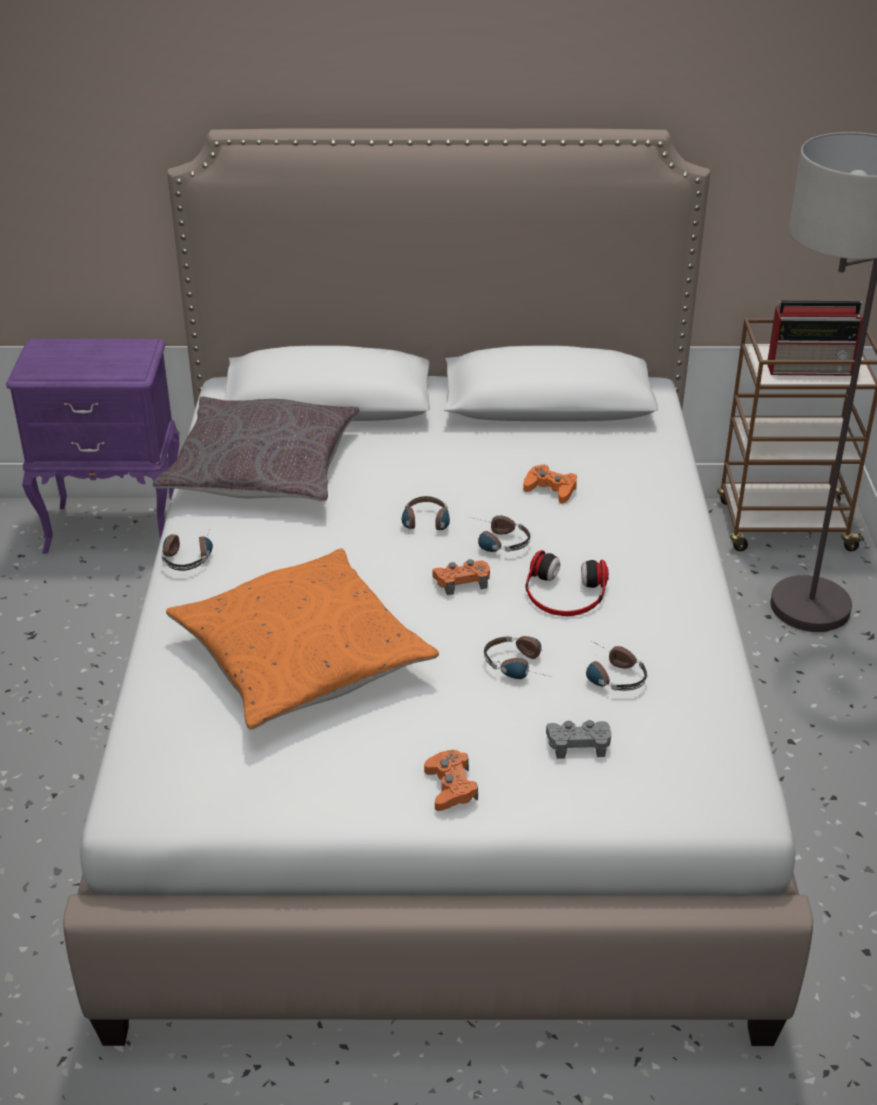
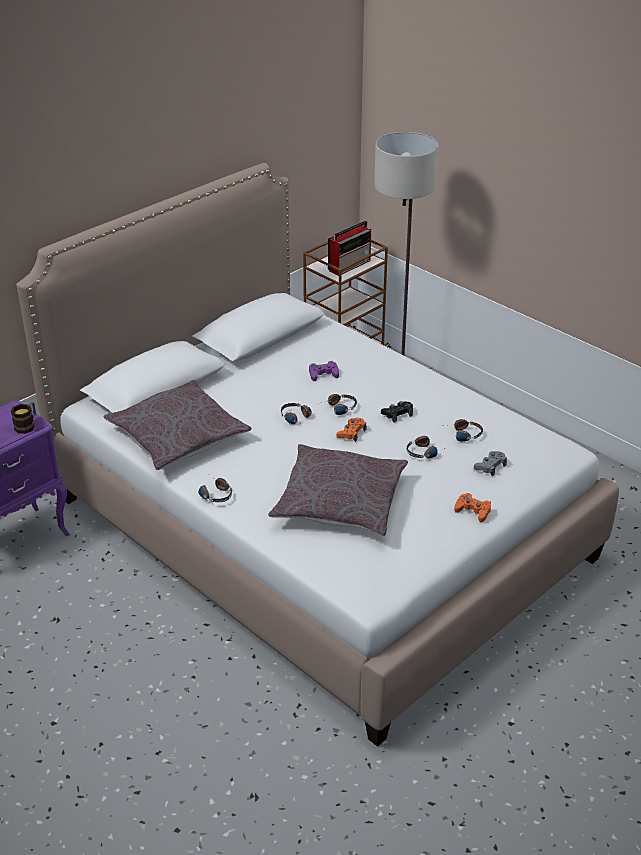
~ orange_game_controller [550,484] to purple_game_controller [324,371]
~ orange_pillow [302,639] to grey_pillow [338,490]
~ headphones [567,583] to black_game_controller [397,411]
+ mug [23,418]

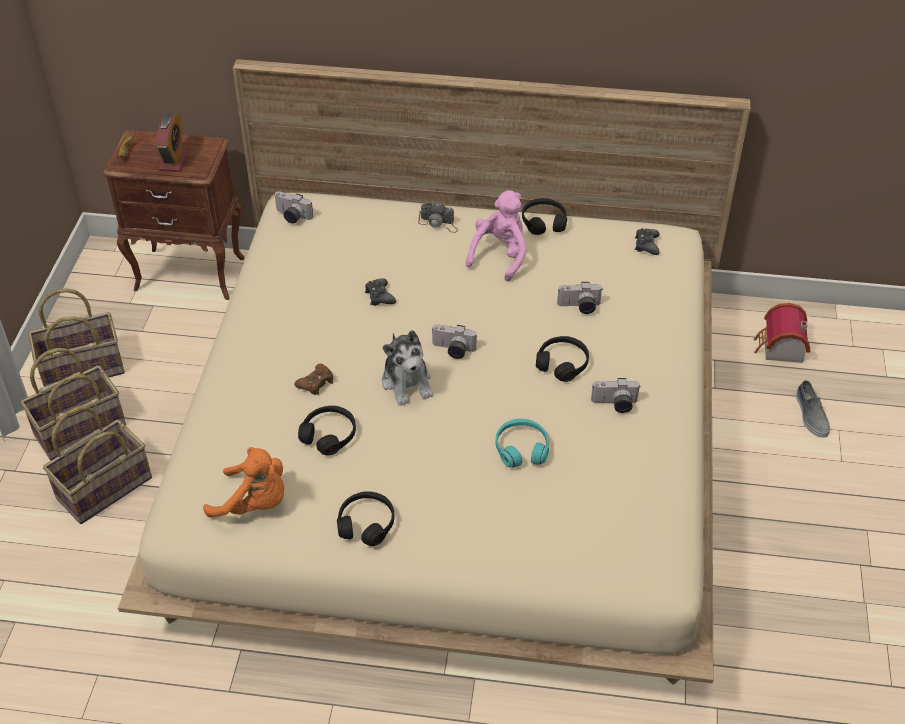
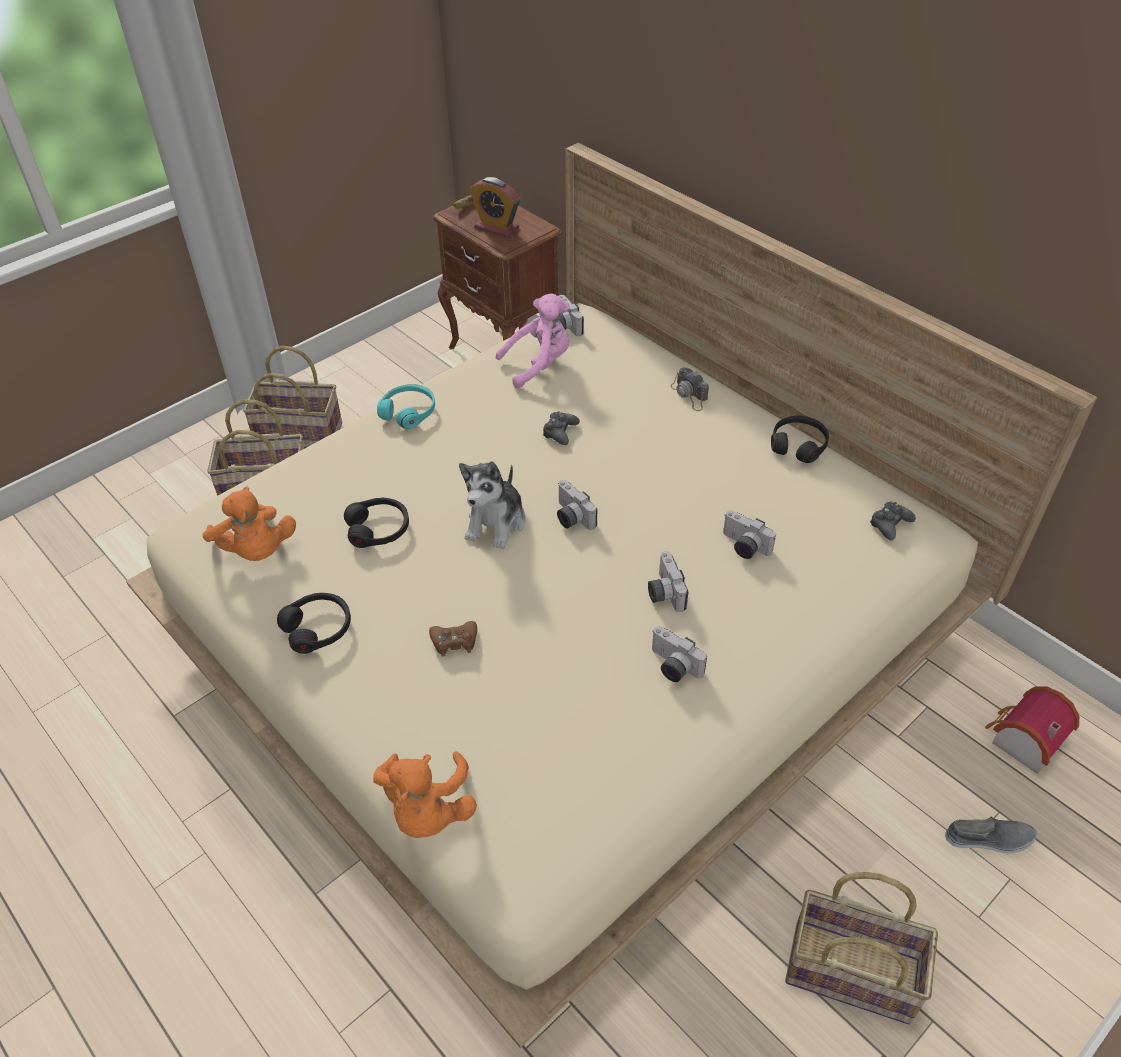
~ alarm_clock [172,143] = [494,207] 75 degrees clockwise
~ pink_plush_toy [496,236] to [533,341]
~ basket [76,337] to [861,948]
~ black_headphones [562,359] to photo_camera [668,581]
~ brown_game_controller [314,379] to [453,639]
~ grey_shoe [813,409] = [991,835] 120 degrees counterclockwise
~ turquoise_headphones [522,443] to [406,406]
+ orange_plush_toy [425,794]

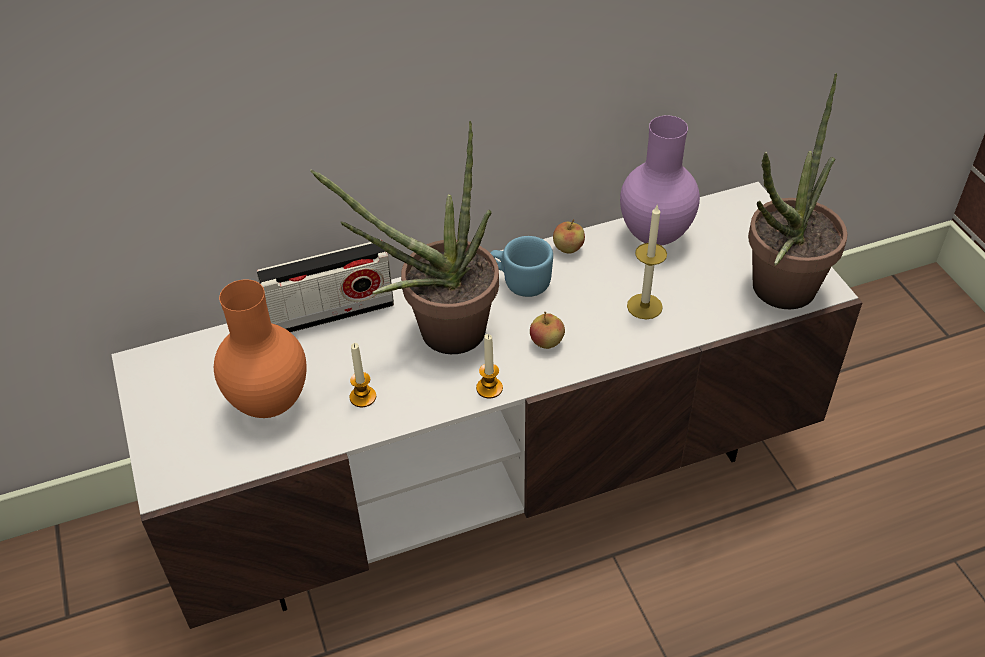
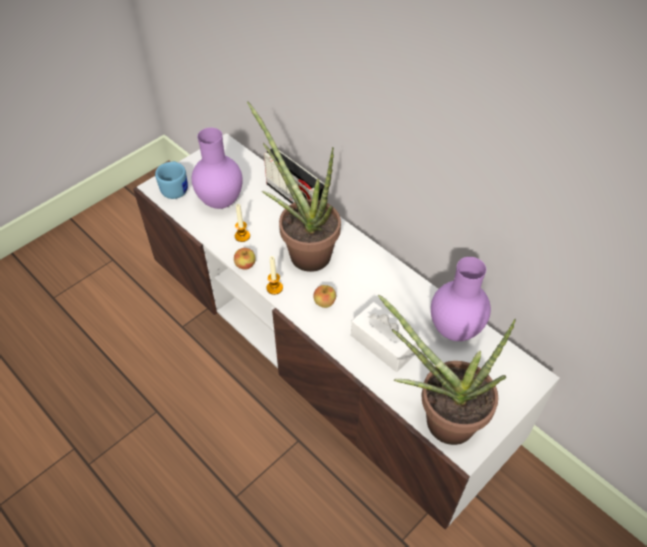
~ candle [647,262] to white_tissue_box [386,337]
~ apple [569,236] to [245,259]
~ blue_mug [522,266] to [171,180]
~ orange_vase [260,348] to purple_vase [217,168]

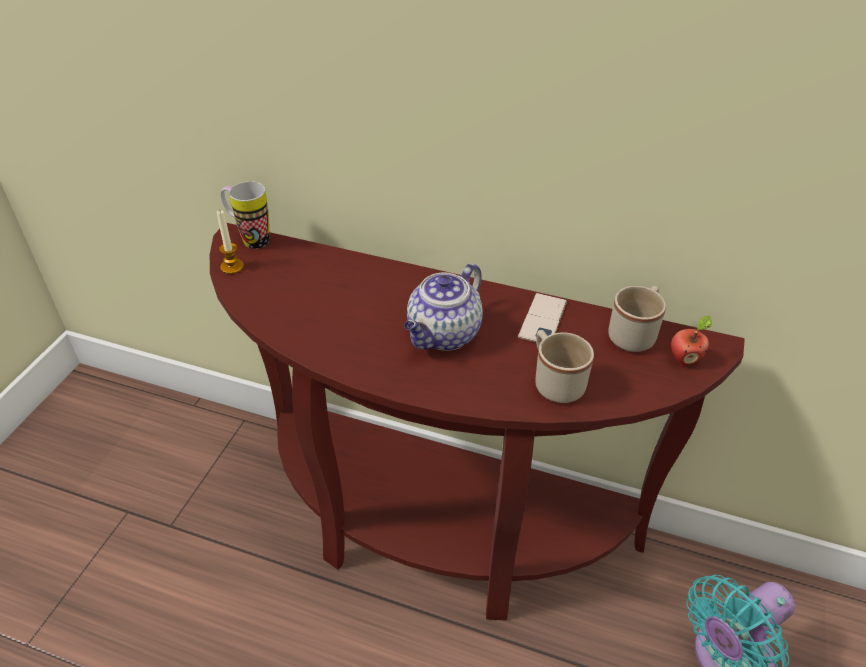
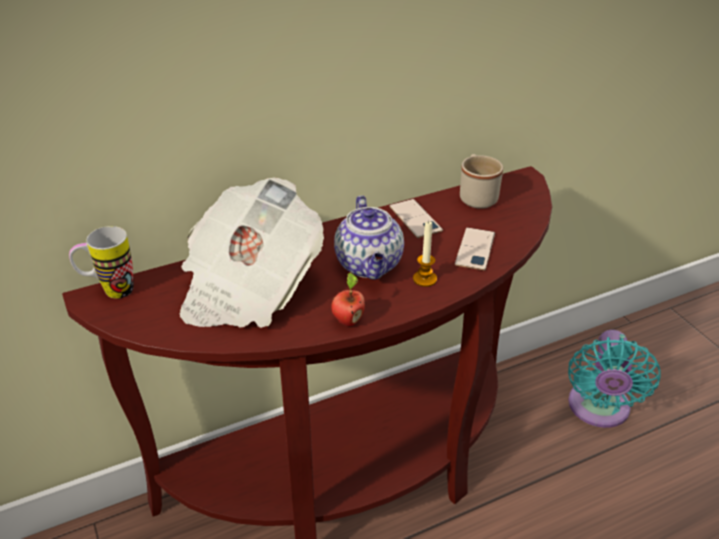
~ candle [230,241] to [425,254]
~ apple [691,340] to [348,299]
~ beige_mug [565,366] to phone [475,249]
+ newspaper [252,253]

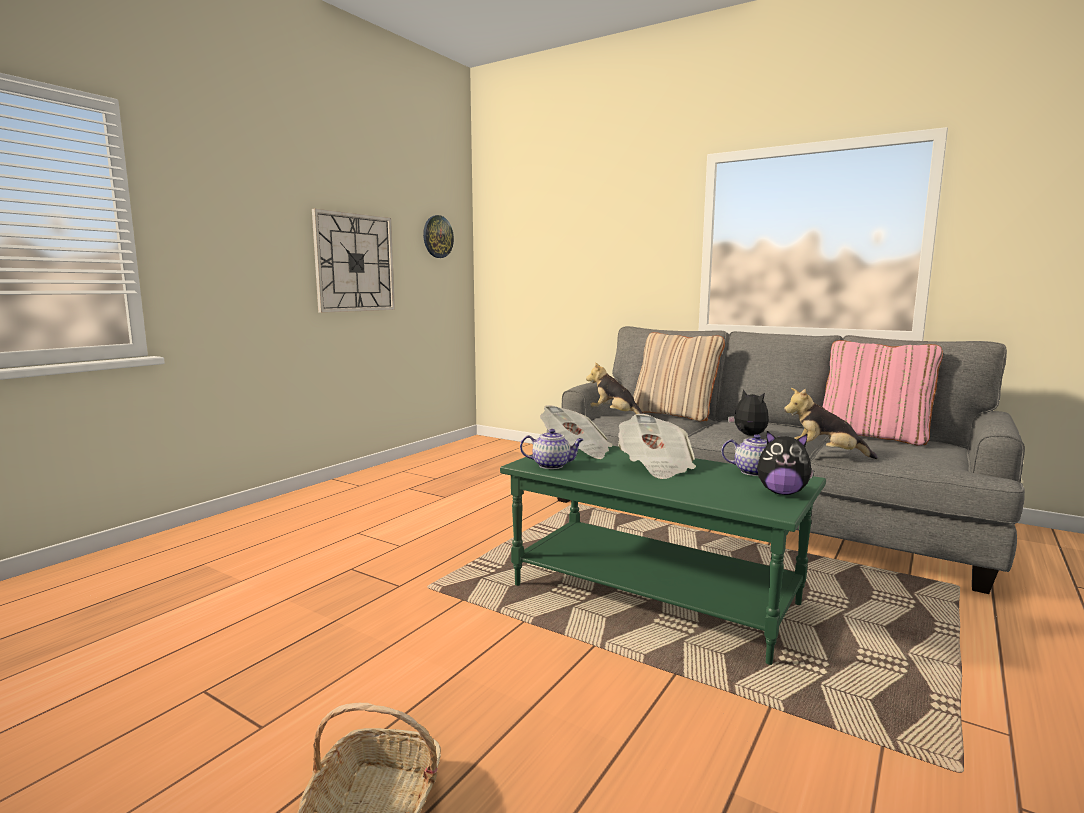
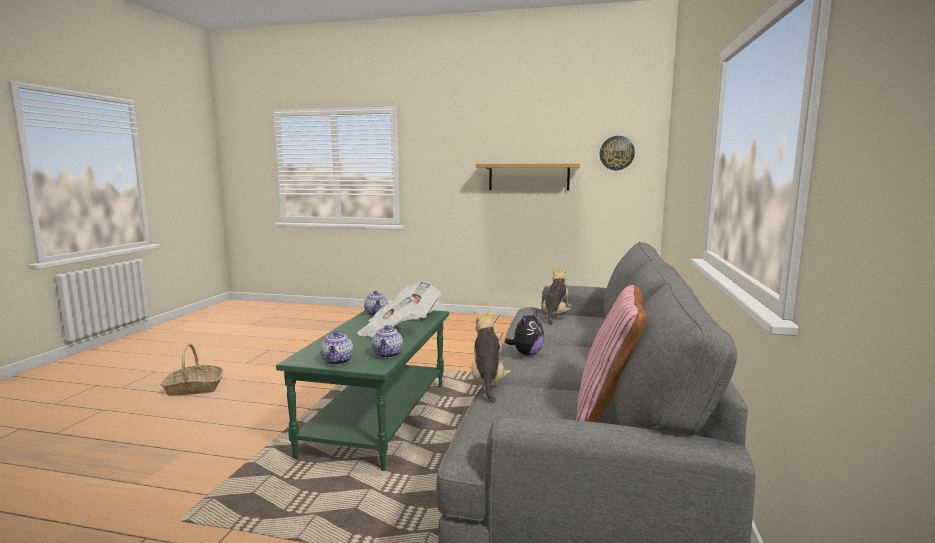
~ wall_clock [353,261] to shelf [528,177]
- beige_pillow [679,376]
~ plush_toy [786,463] to teapot [337,348]

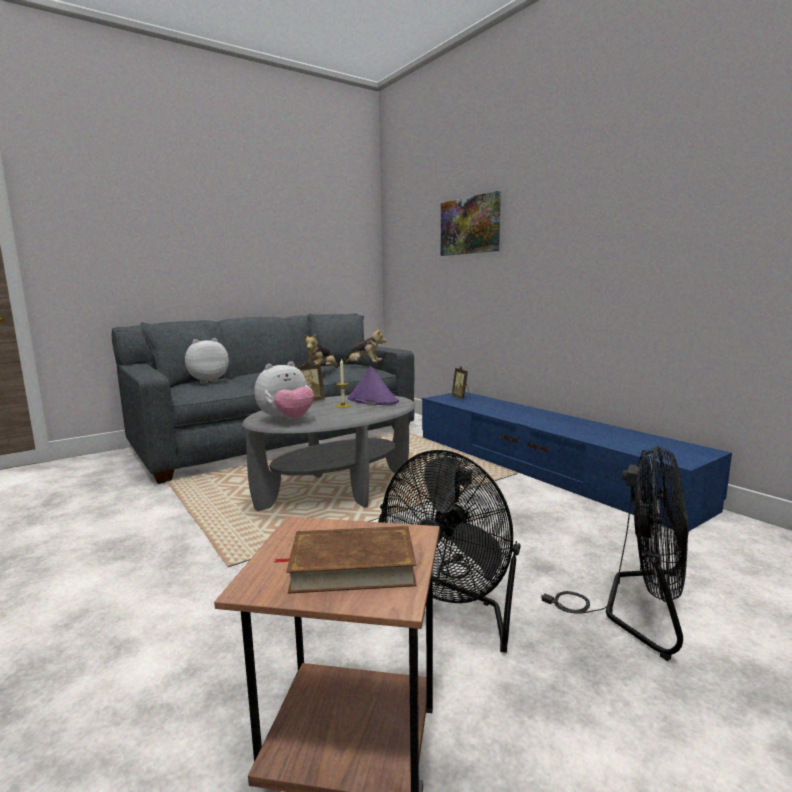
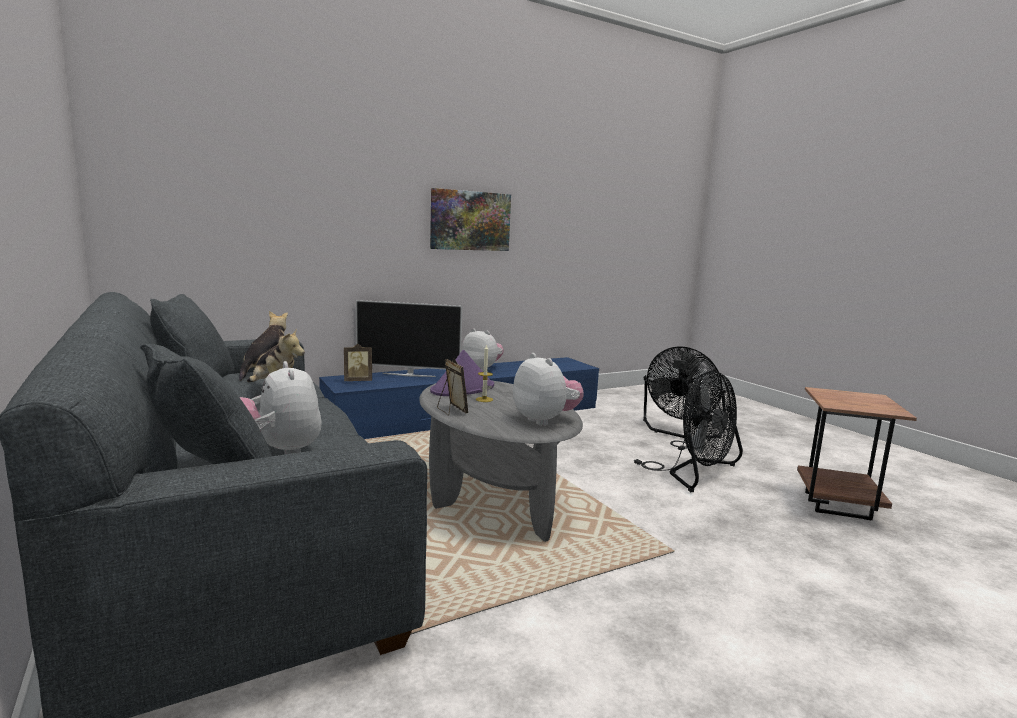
~ picture [471,223] to [470,219]
- brown_book [345,559]
+ television [409,338]
+ plush_toy [483,350]

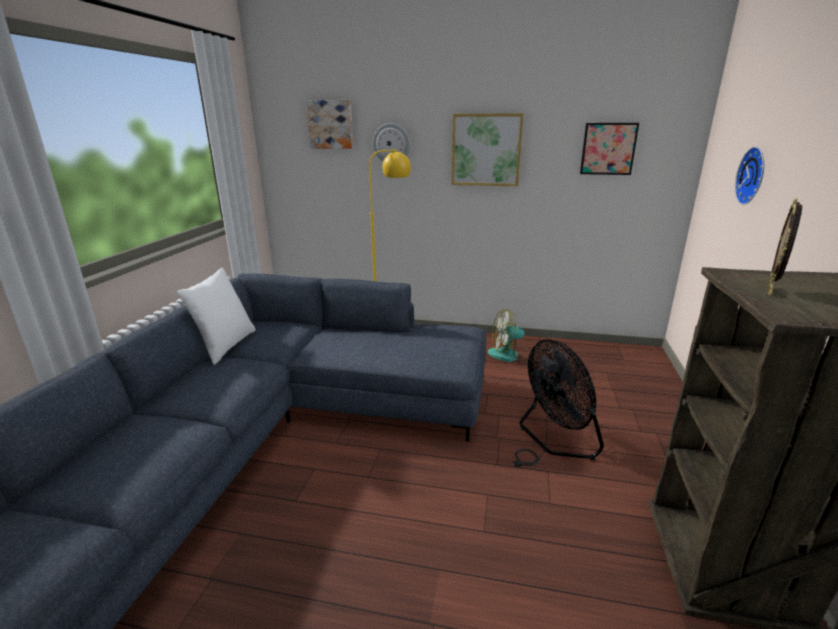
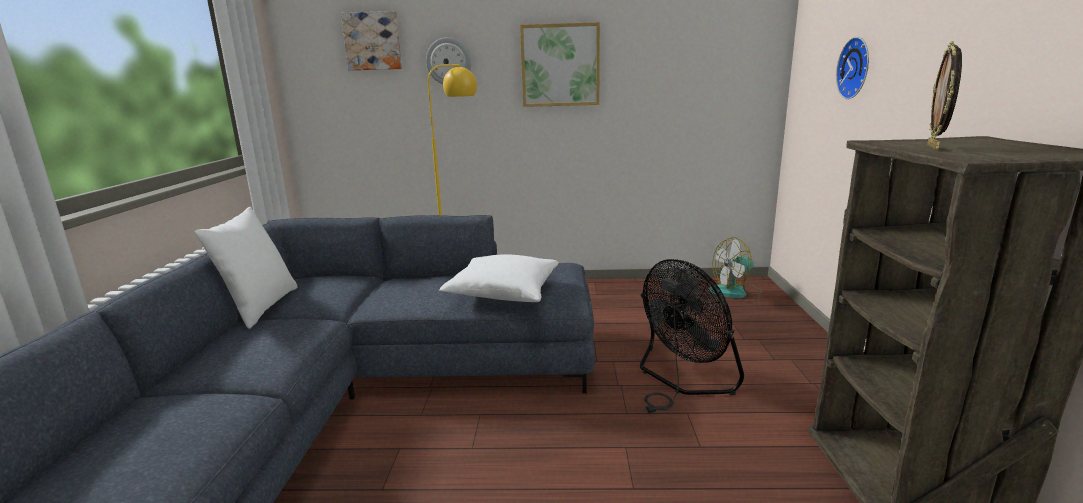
- picture [609,149]
~ fan [509,335] to [735,267]
+ white_pillow [499,278]

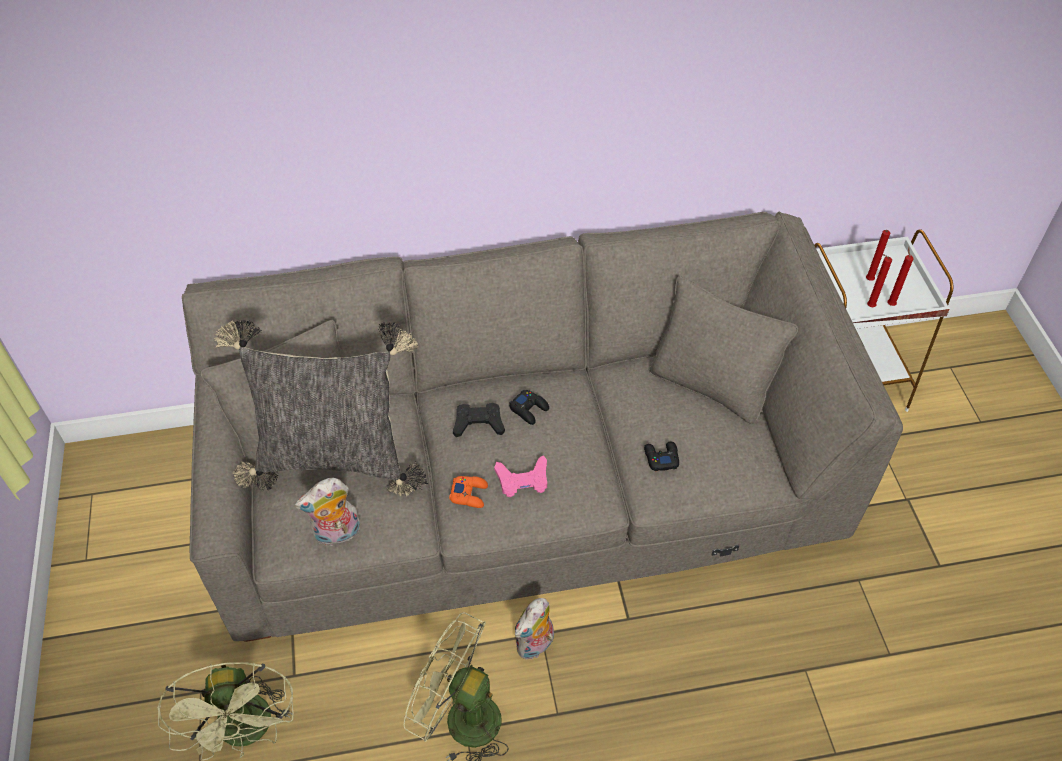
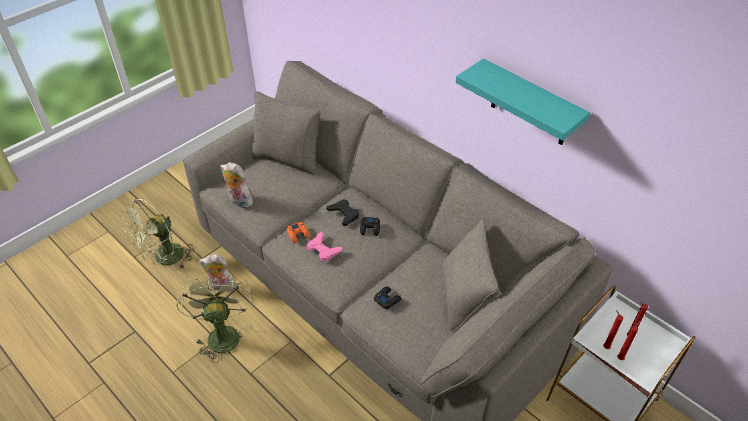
- pillow [321,408]
~ plush_toy [534,629] to [217,273]
+ turquoise_shelf [523,102]

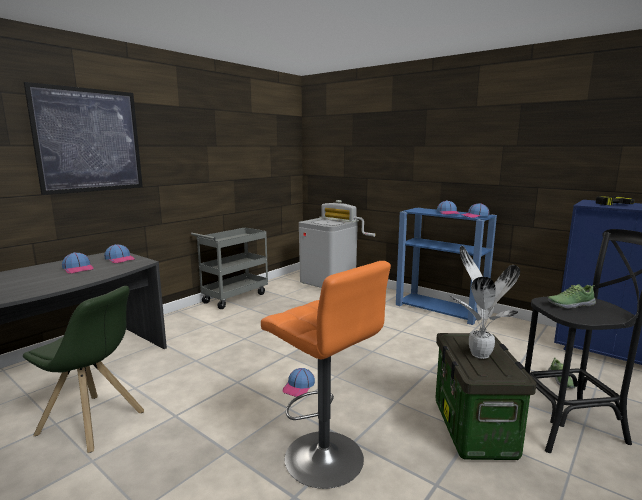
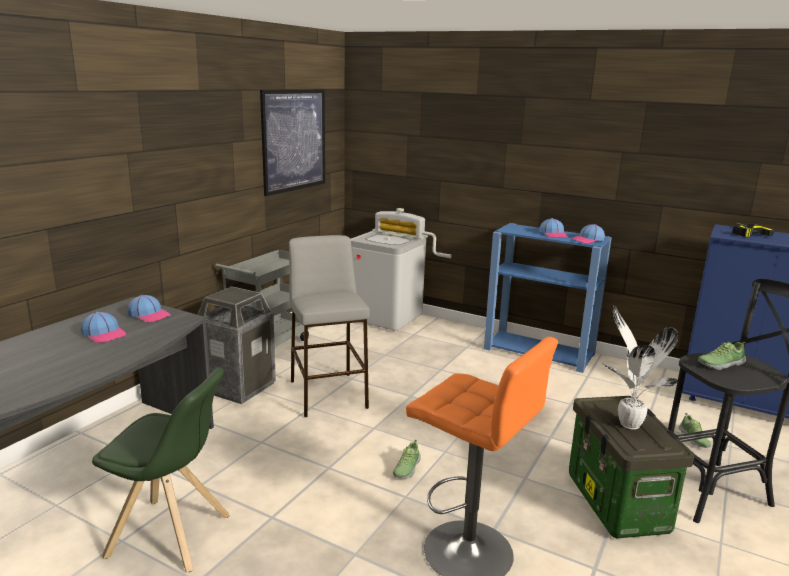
~ picture [83,138] to [292,142]
~ cap [298,382] to shoe [407,459]
+ grey_stool [329,326]
+ trash_can [236,345]

